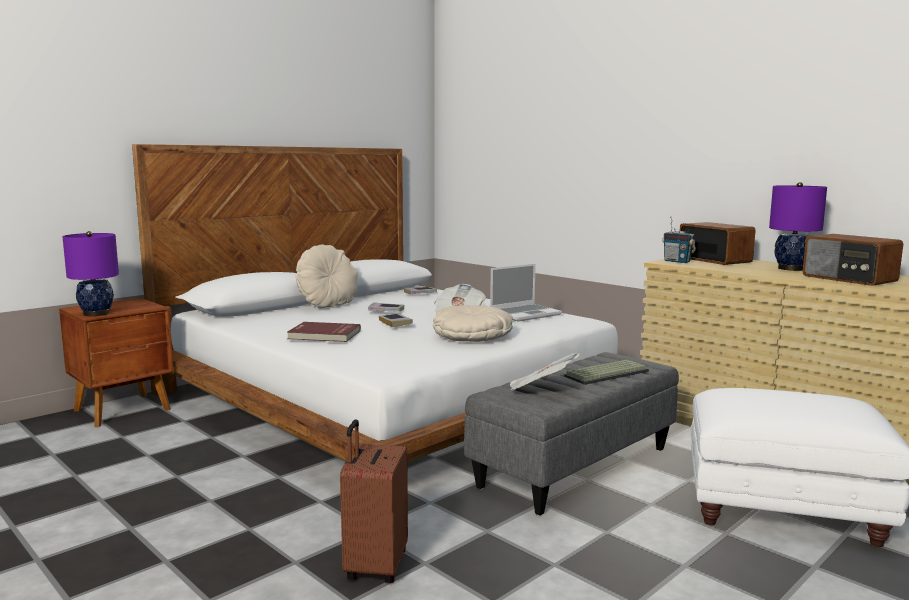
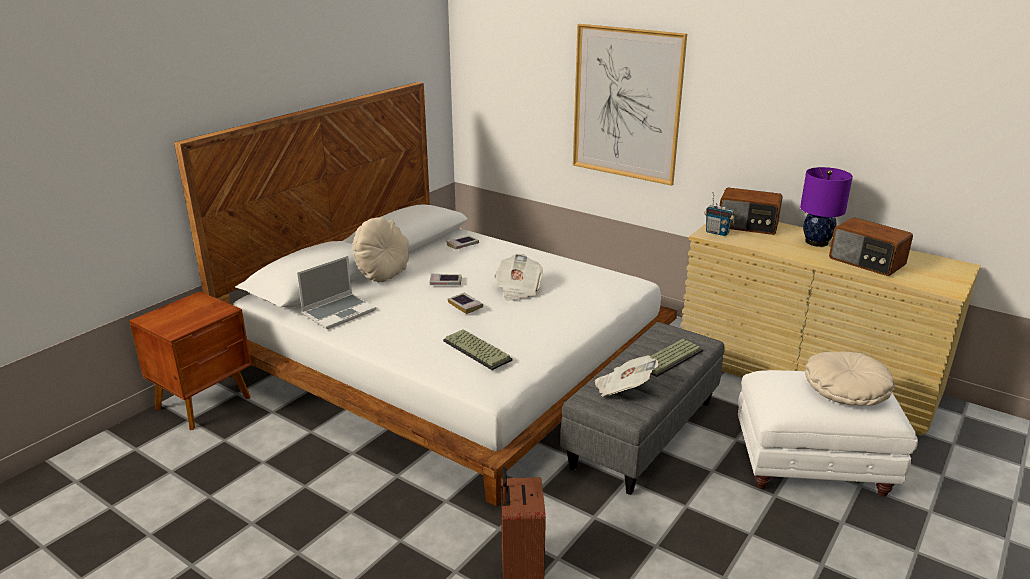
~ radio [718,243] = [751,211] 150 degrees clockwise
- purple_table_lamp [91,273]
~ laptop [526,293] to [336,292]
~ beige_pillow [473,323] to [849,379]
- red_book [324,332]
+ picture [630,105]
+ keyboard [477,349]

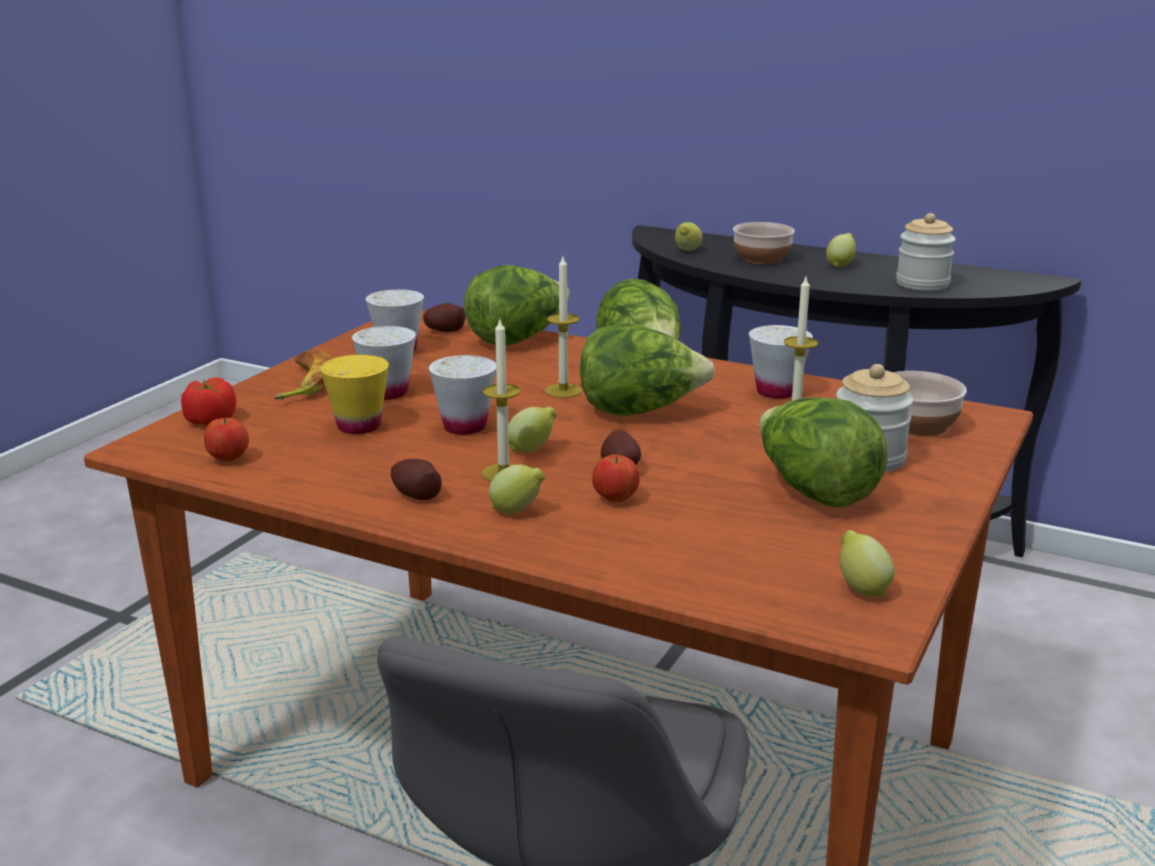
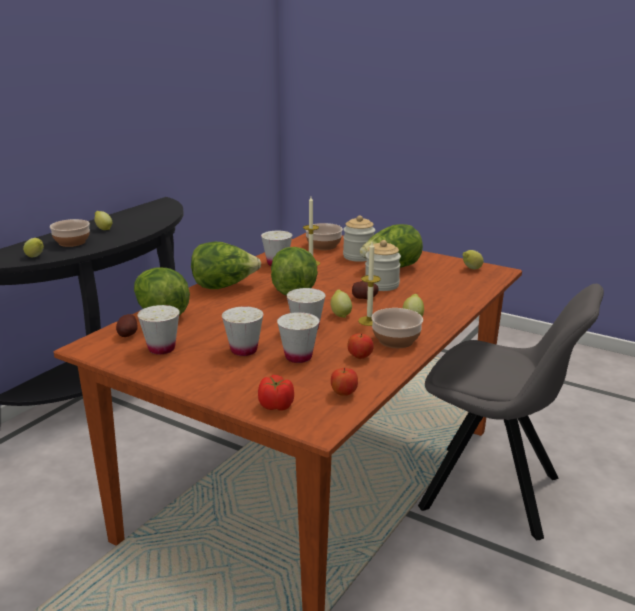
~ jar [926,252] to [383,265]
- candle [563,327]
- banana [303,374]
~ yellow_cup [354,394] to white_cup [298,337]
~ apple [615,478] to [360,346]
~ potato [416,479] to bowl [397,328]

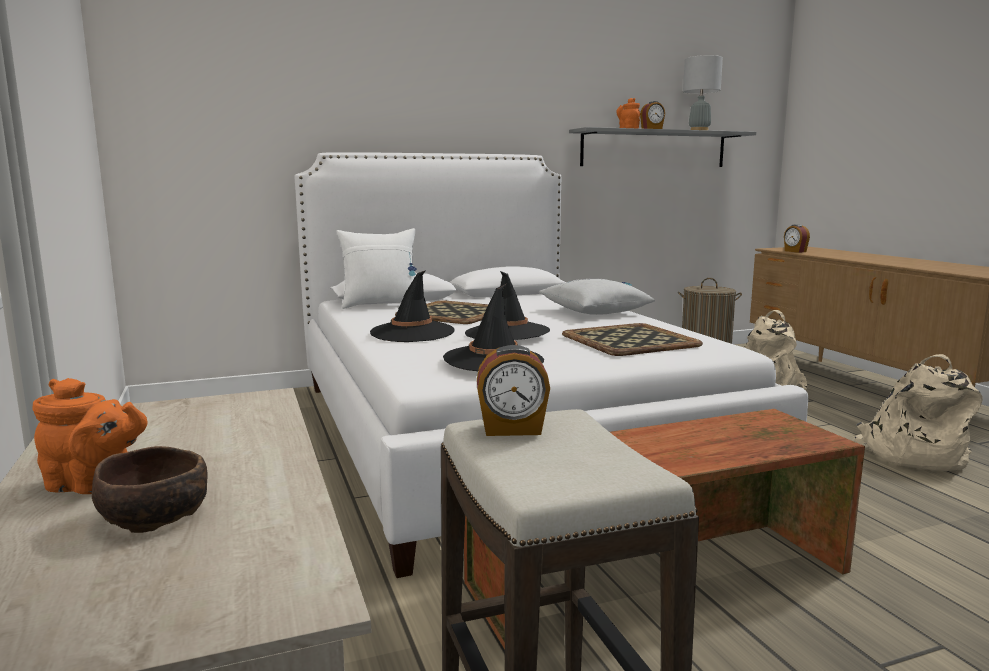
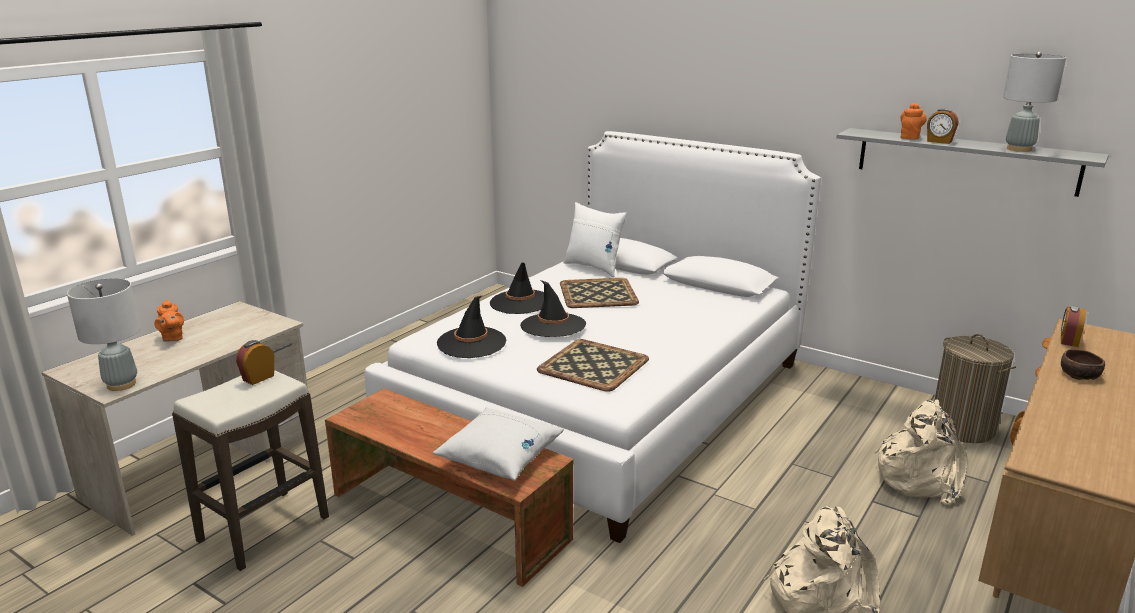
~ grey_pillow [597,296] to [498,444]
~ alarm_clock [513,390] = [255,362] 75 degrees clockwise
~ brown_bowl [150,489] to [1083,364]
+ grey_table_lamp [103,334]

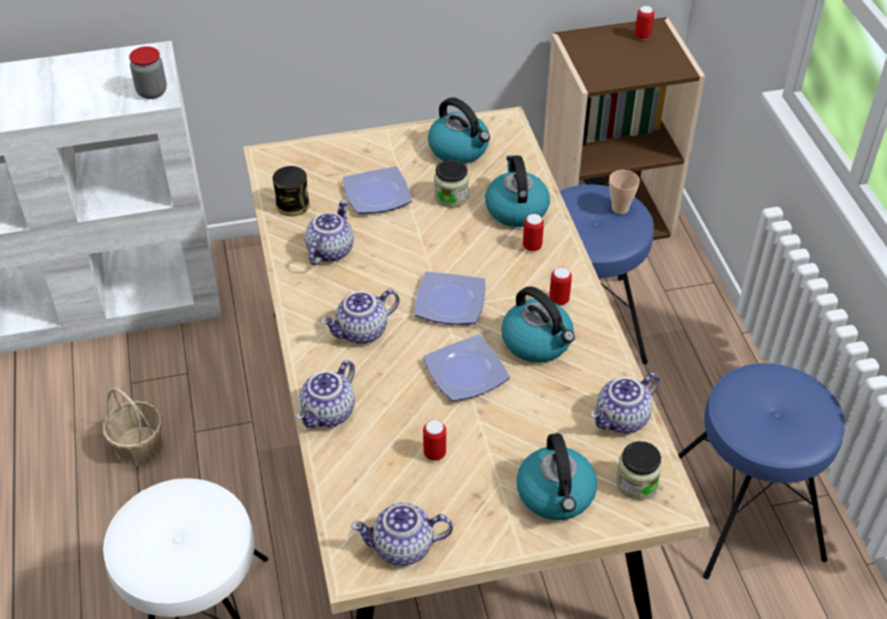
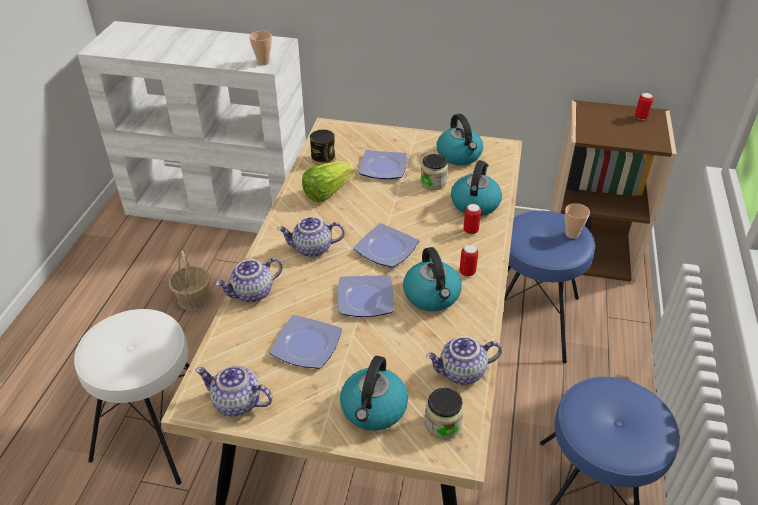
~ jar [148,72] to cup [260,48]
~ teapot [329,232] to lettuce [328,181]
~ can [434,440] to plate [305,342]

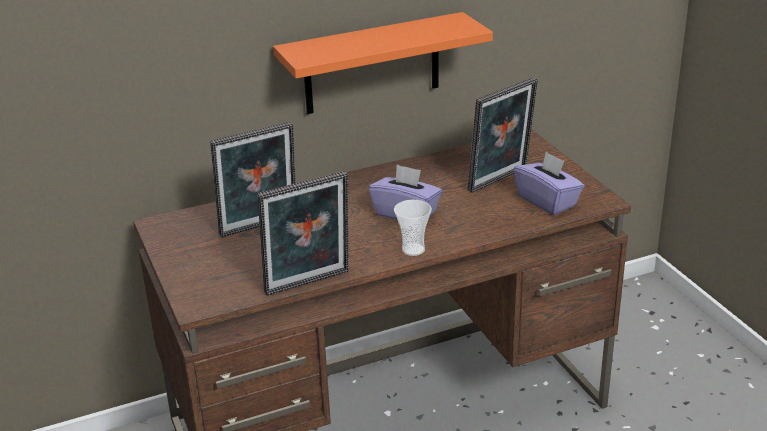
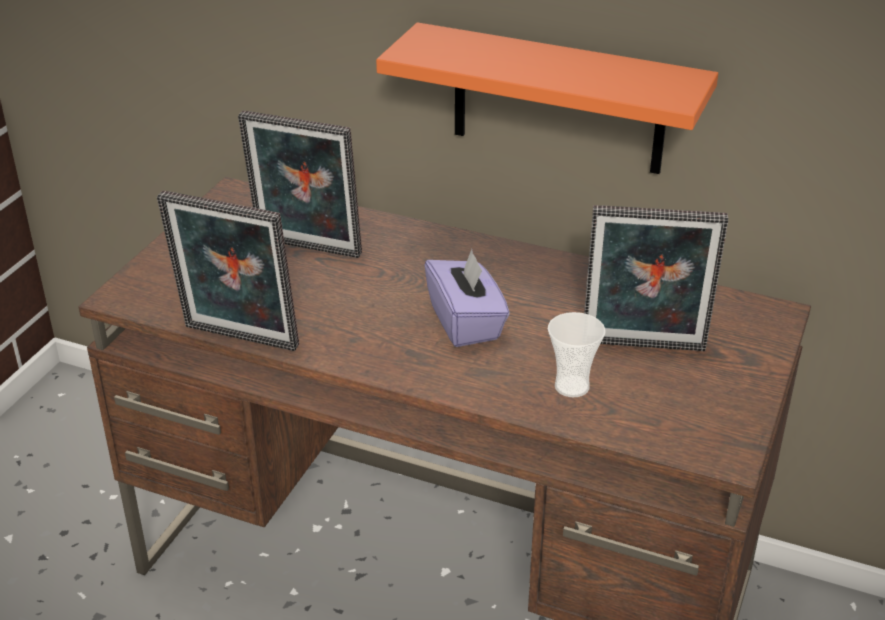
- purple_tissue_box [548,183]
~ cup [413,228] to [577,354]

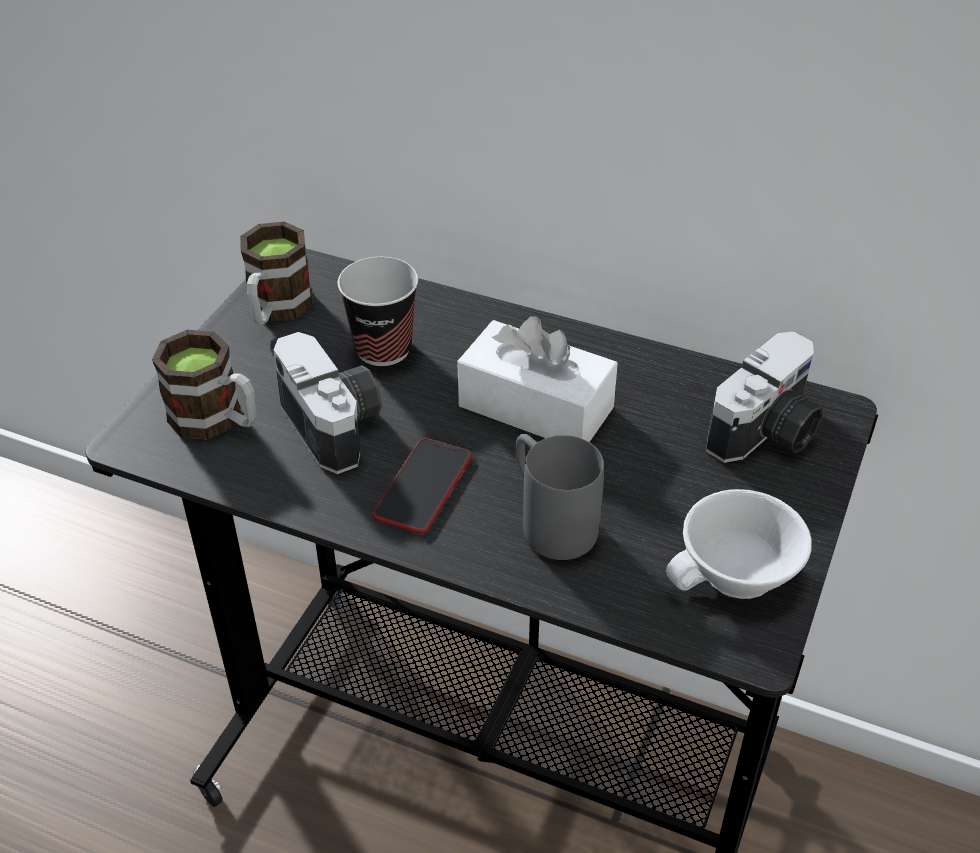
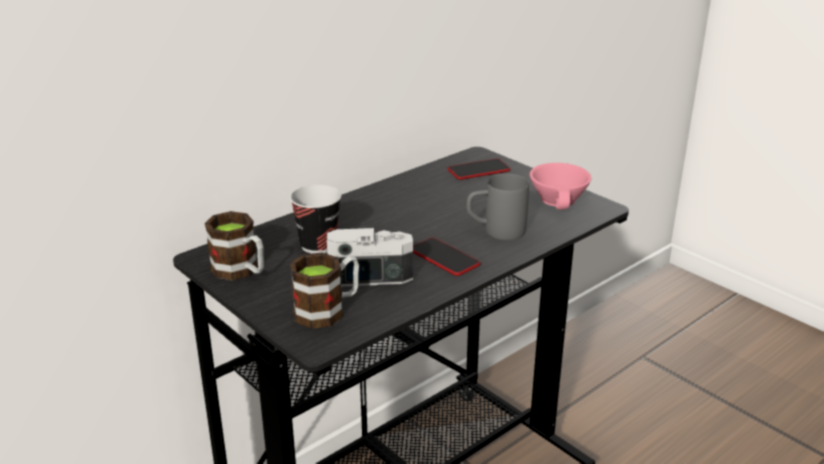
- white_tissue_box [537,379]
~ photo_camera [764,397] to phone [479,169]
~ white_cup [739,544] to pink_cup [561,186]

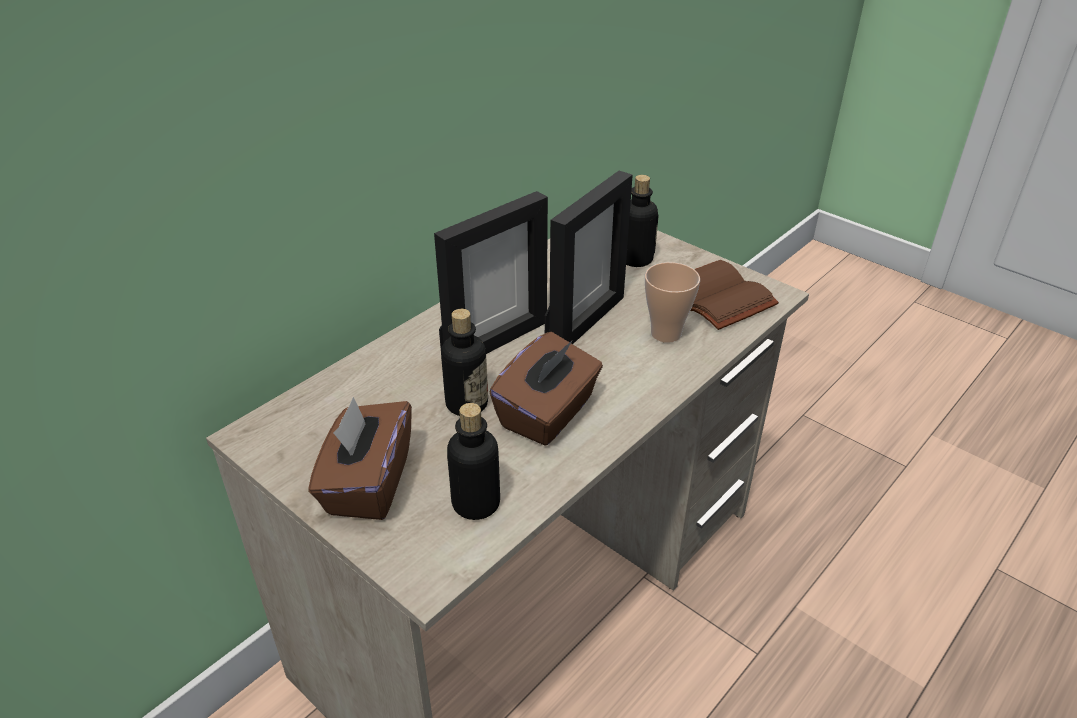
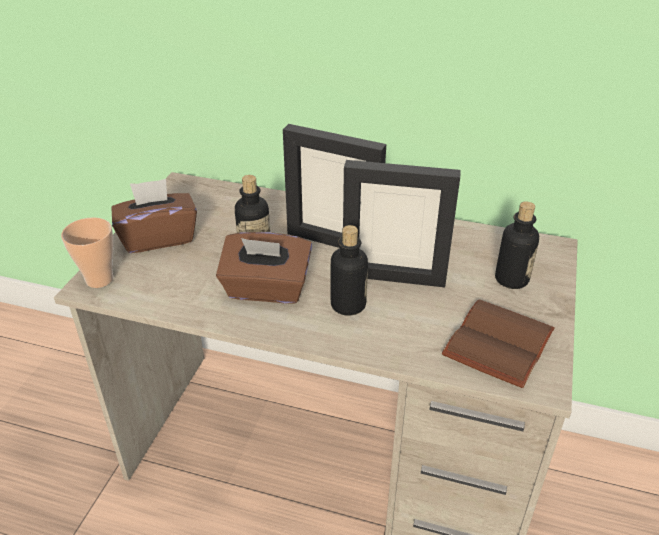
~ cup [672,302] to [87,252]
~ bottle [473,461] to [349,270]

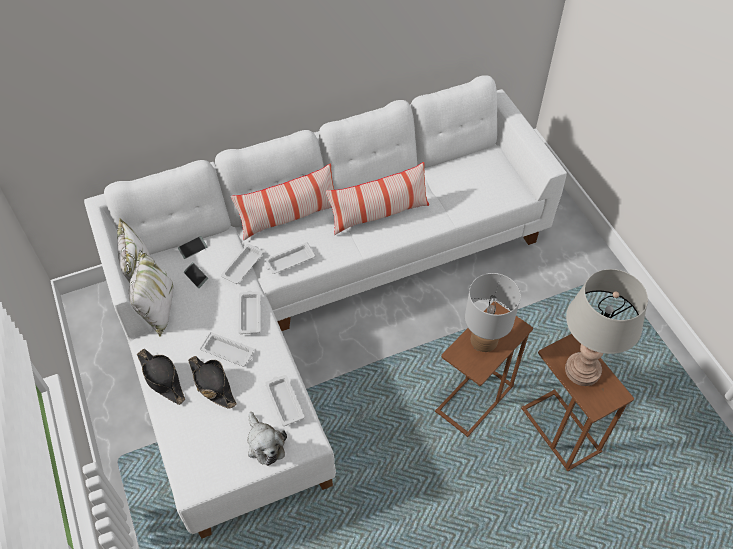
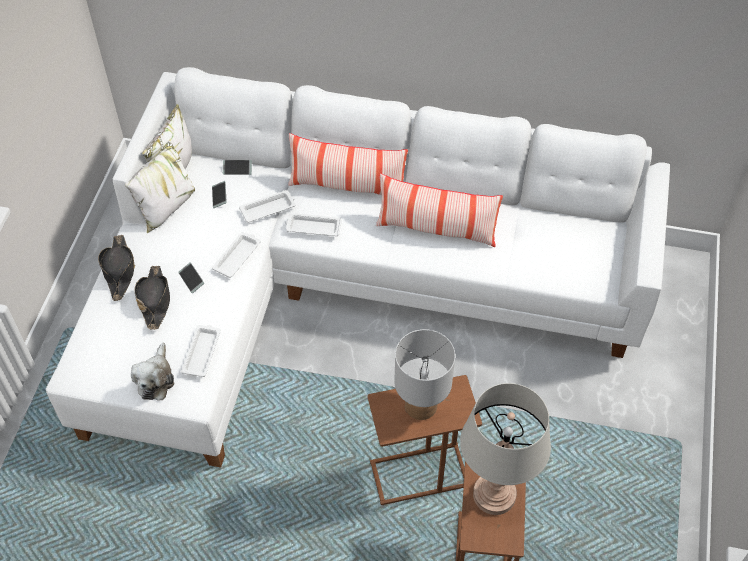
~ white_tray [227,349] to phone [191,277]

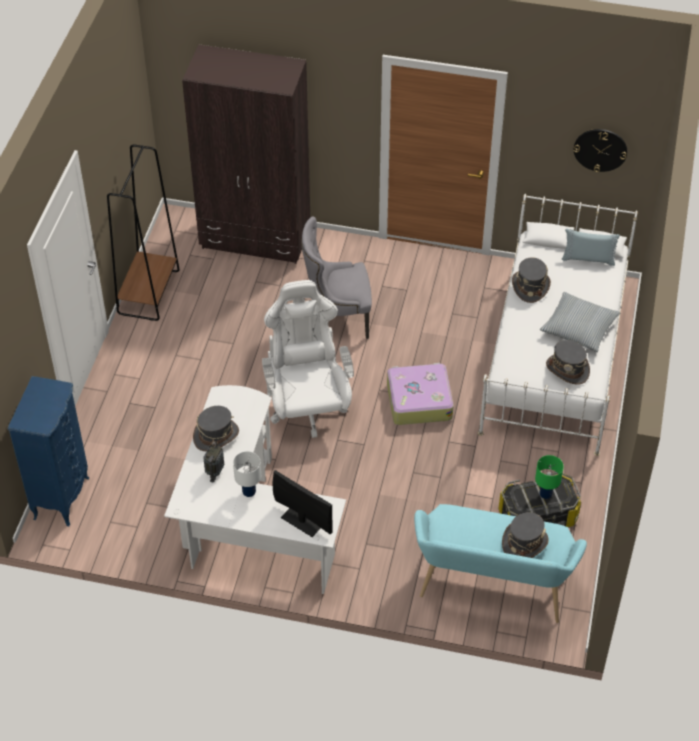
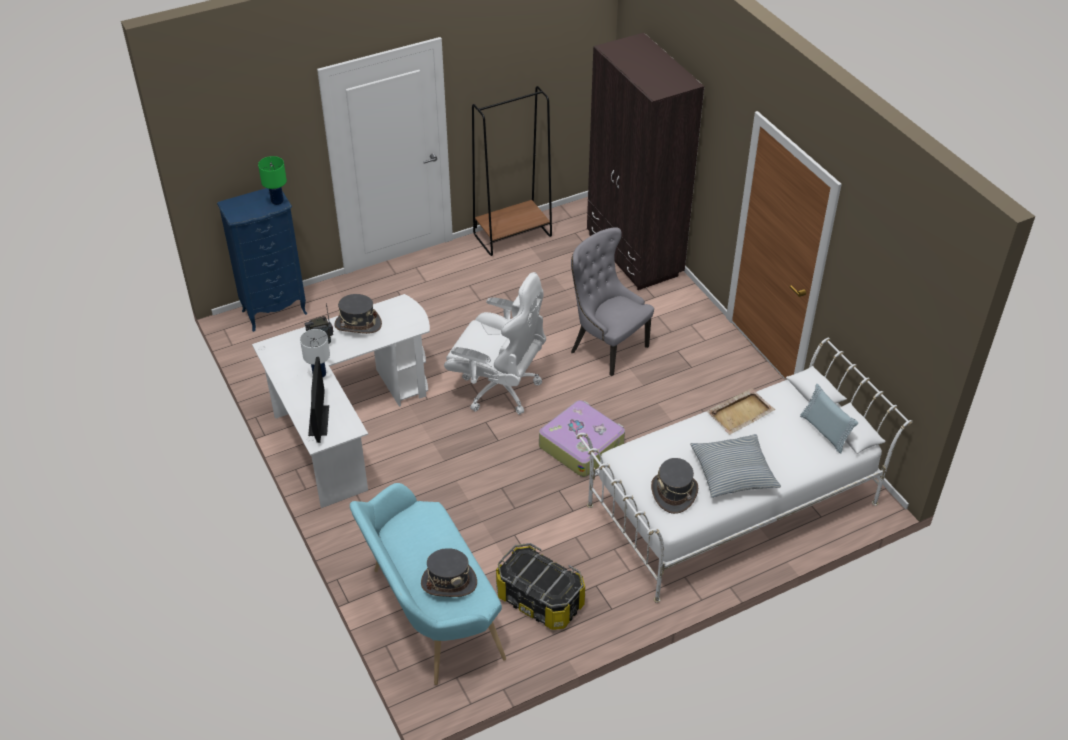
- wall_clock [600,150]
~ grey_hat [531,280] to beige_tray [741,411]
~ white_office_chair [308,359] = [495,343] 75 degrees clockwise
~ green_table_lamp [549,477] to [272,180]

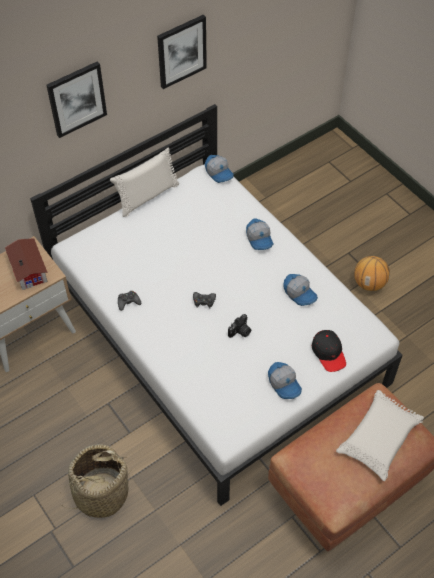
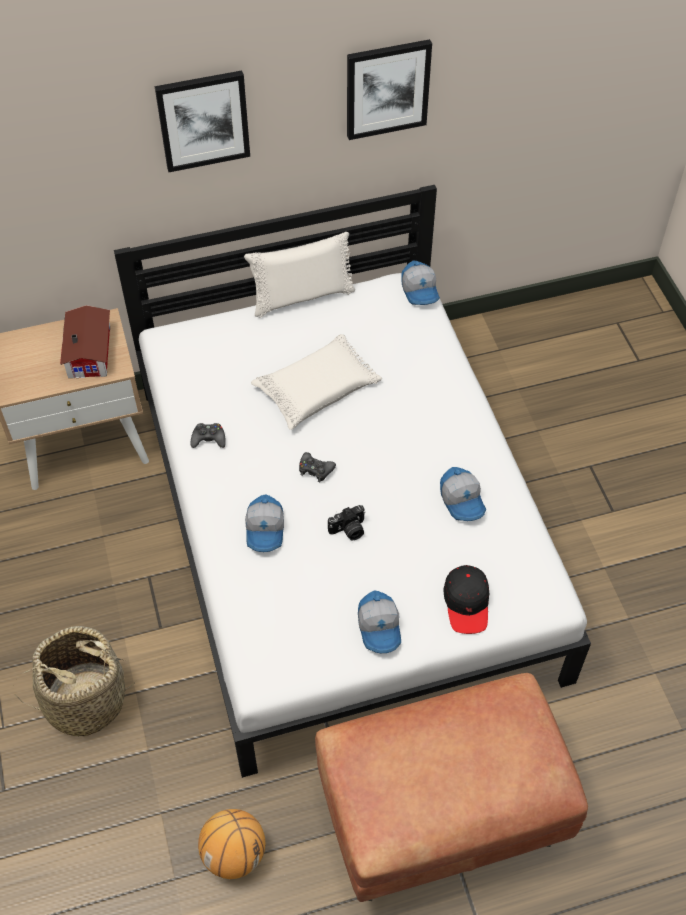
~ cap [259,234] to [264,523]
~ basketball [372,273] to [231,844]
~ white_pillow [380,435] to [316,382]

